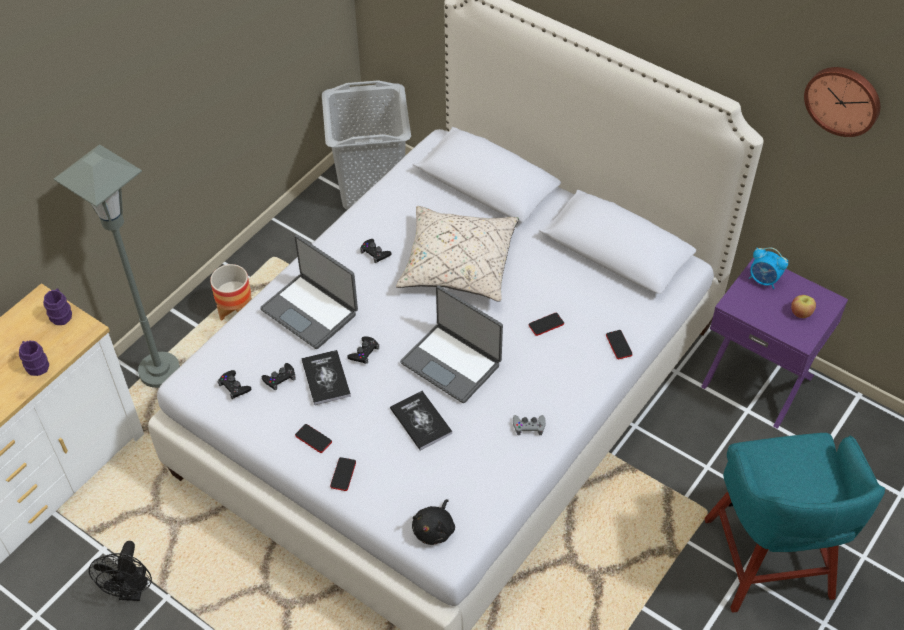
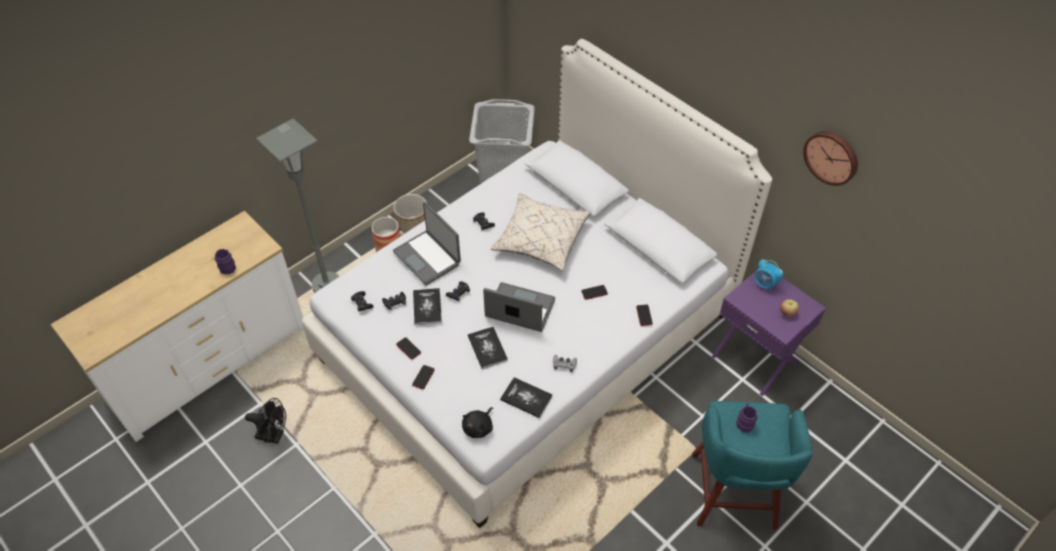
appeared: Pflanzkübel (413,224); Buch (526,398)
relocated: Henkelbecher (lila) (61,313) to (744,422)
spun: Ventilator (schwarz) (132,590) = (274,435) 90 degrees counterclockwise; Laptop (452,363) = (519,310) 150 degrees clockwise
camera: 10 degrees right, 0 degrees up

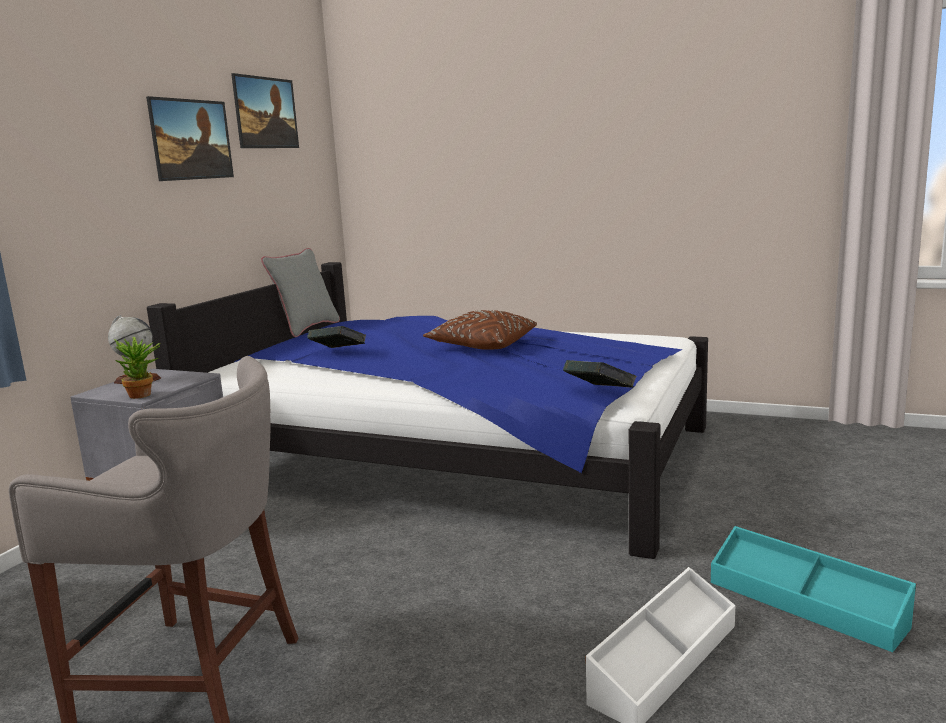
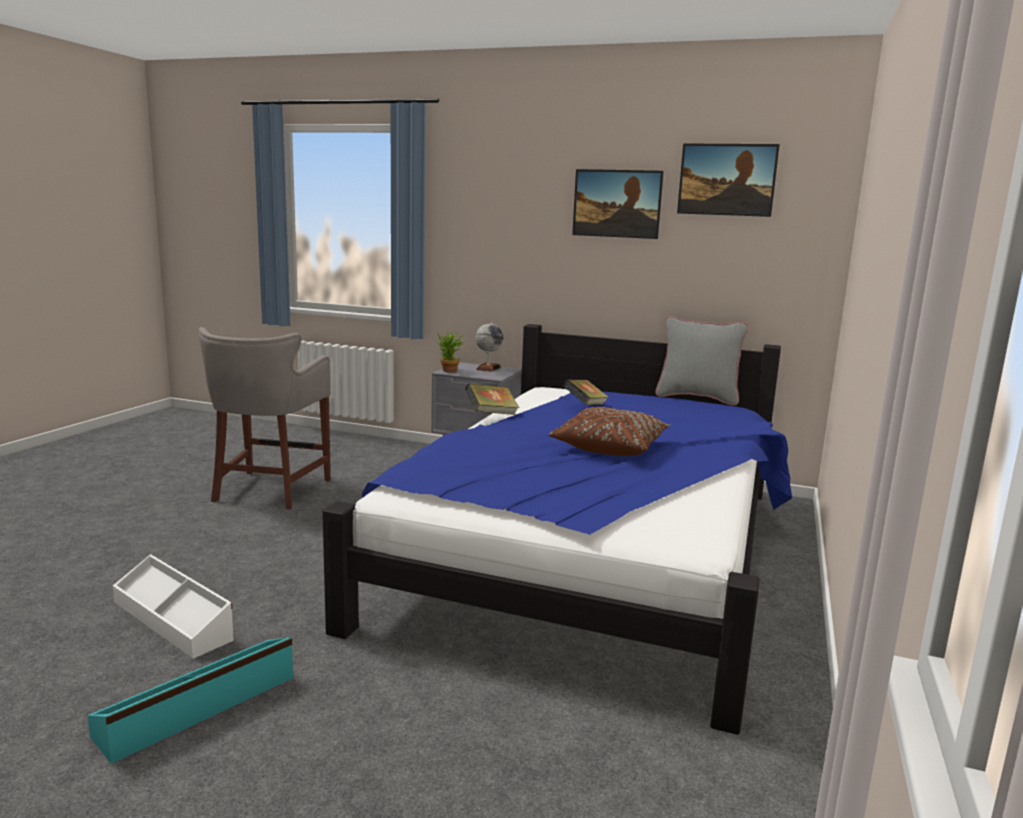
relocated: Buch (599,393) to (491,414)
camera: 85 degrees right, 0 degrees up

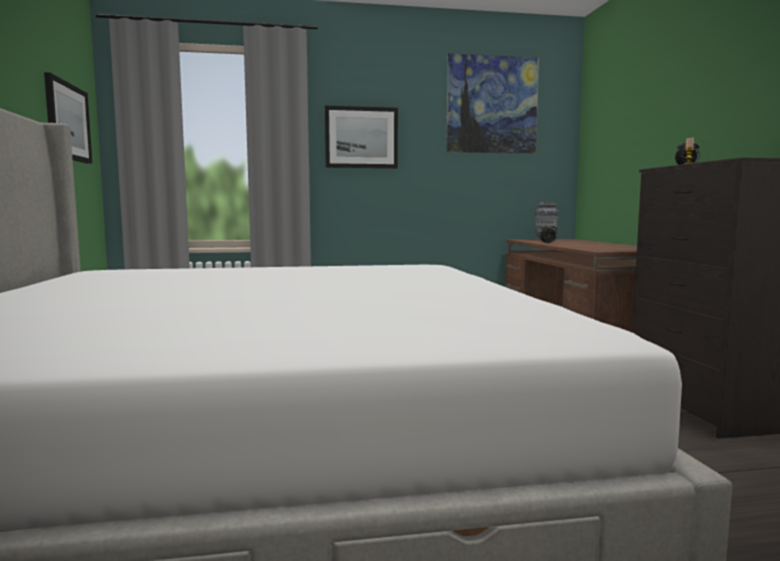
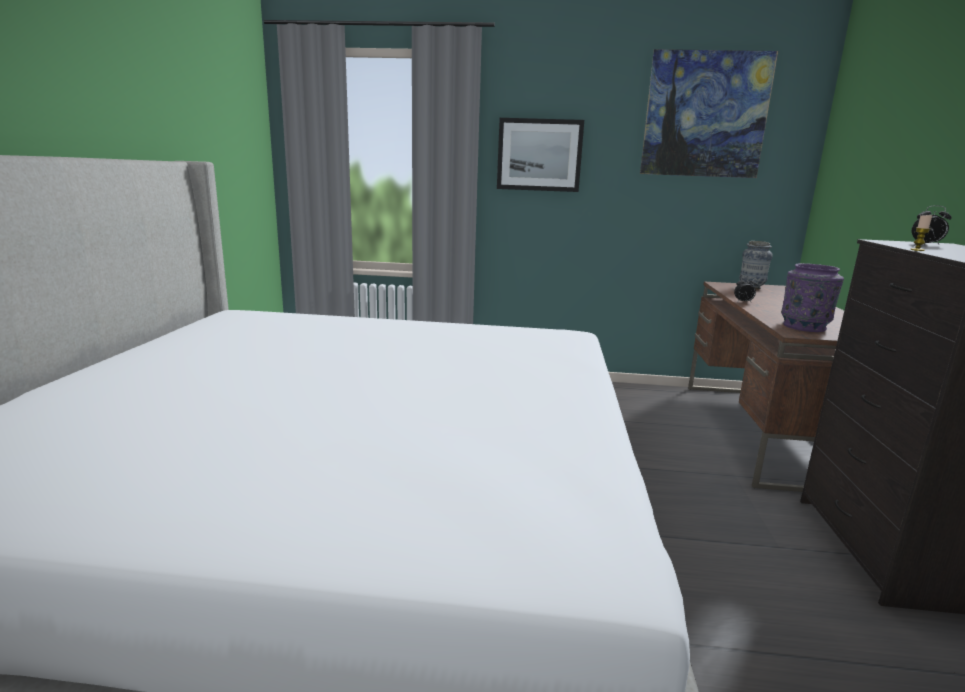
missing: Bild (67,121)
appeared: Vase (lila) (804,326)
camera: 15 degrees right, 10 degrees up

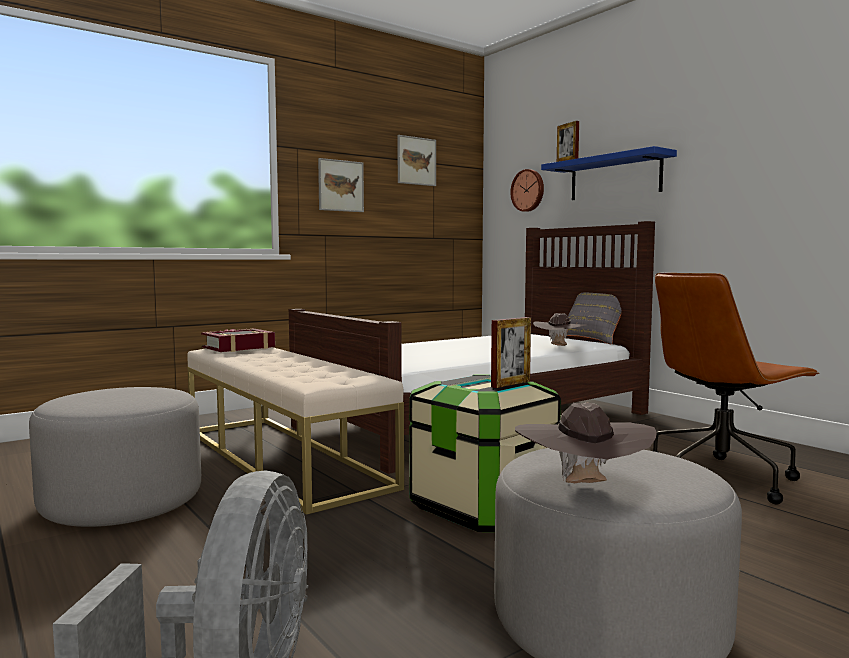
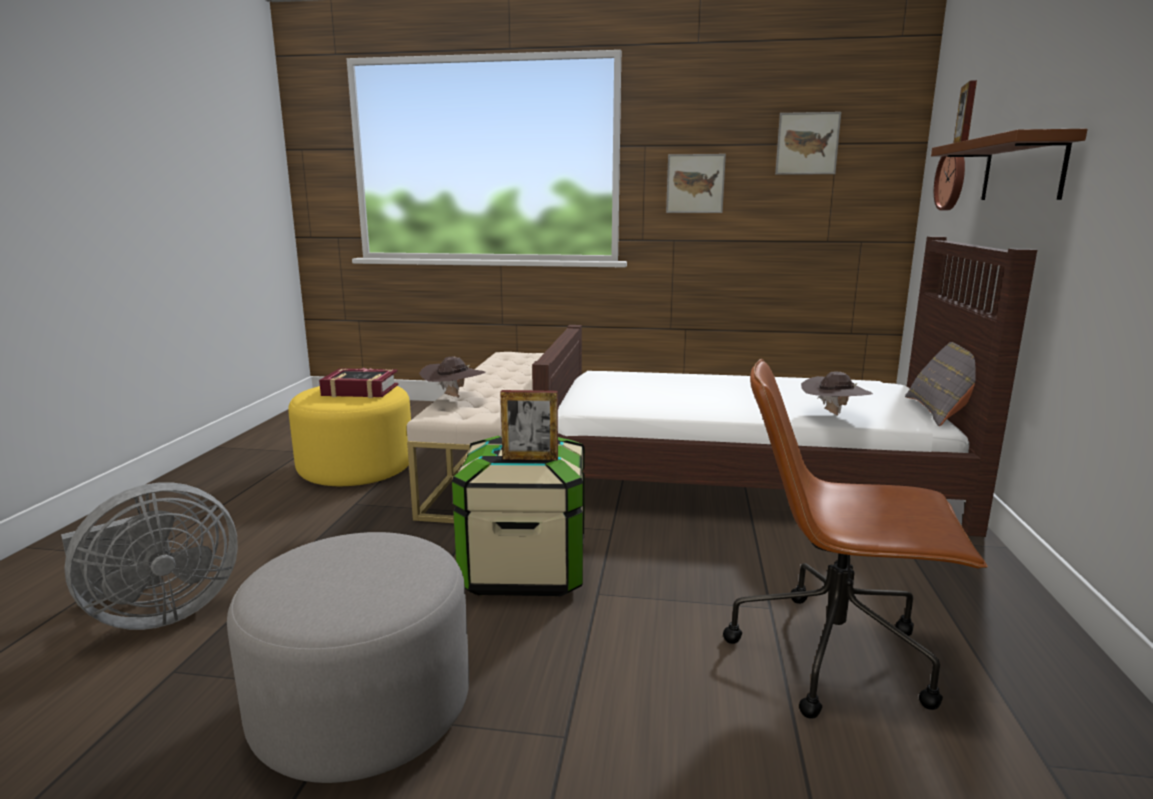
relocated: Buch (238,347) to (360,390); Hut (braun) (583,487) to (454,398)
colour: Polsterhocker (grau) (122,501) to Polsterhocker (gelb) (356,468); Wandregal (blau) (615,177) to Wandregal (braun) (1022,169)
camera: 45 degrees right, 10 degrees up

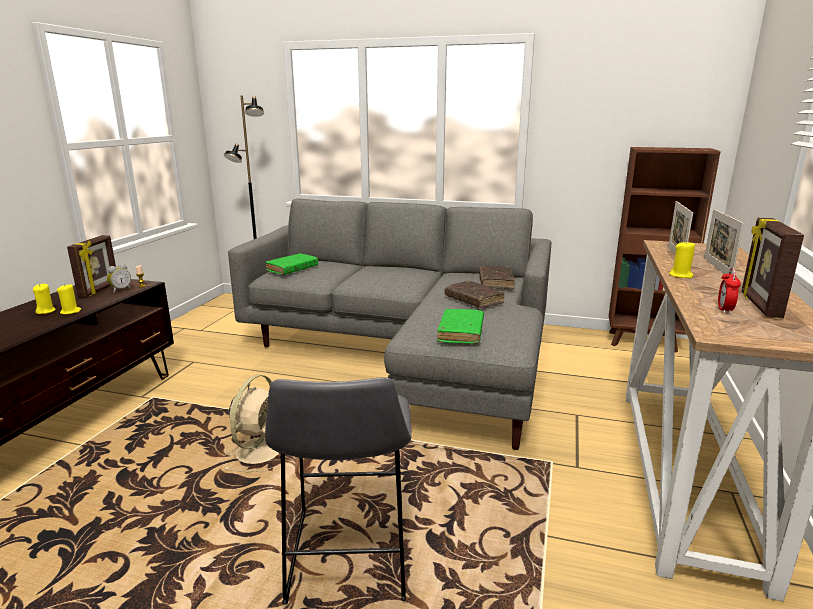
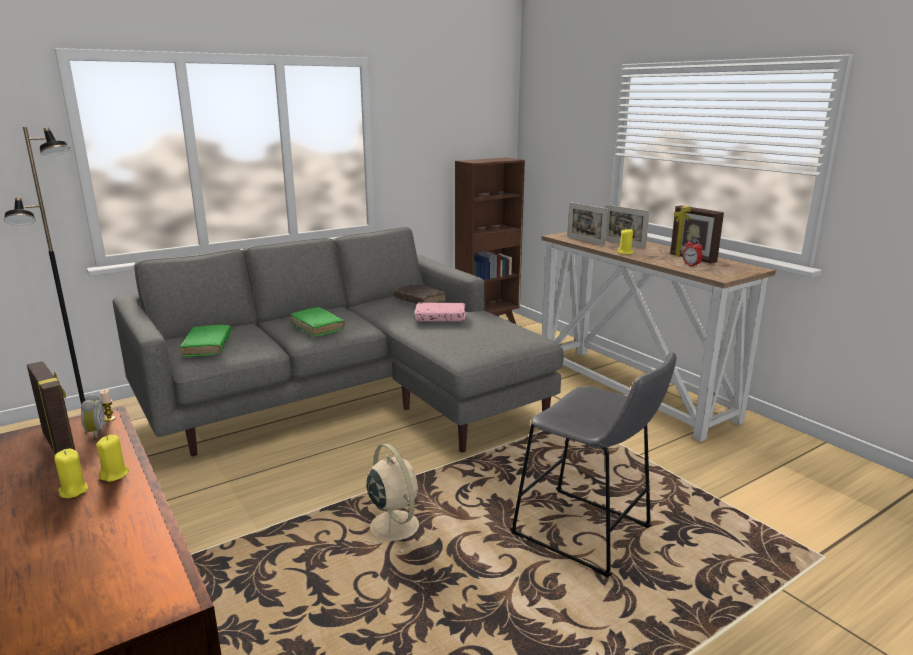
relocated: Buch (grün) (461,332) to (317,327)
colour: Buch (braun) (474,300) to Buch (rosa) (440,318)
camera: 50 degrees left, 0 degrees up

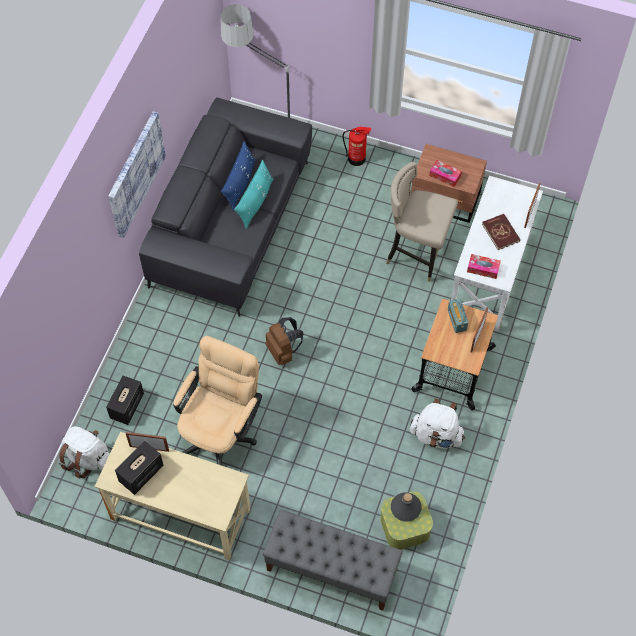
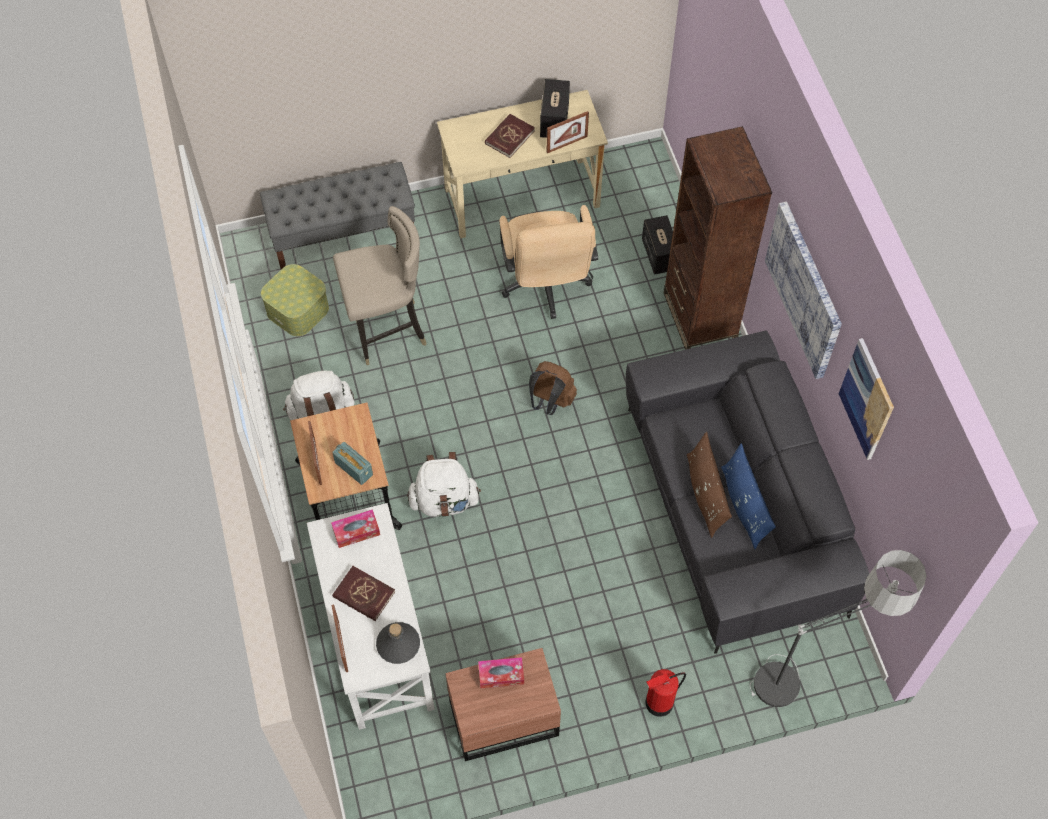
appeared: Buch (rot) (509,137); Bücherregal (braun) (699,317); Bild (867,399)
relocated: Rucksack (weiß) (88,459) to (444,501); Hocker (beige) (416,254) to (387,331); Flasche (grau) (406,507) to (398,644)
colour: Kissen (türkis) (255,202) to Kissen (braun) (705,494)
camera: 145 degrees right, 0 degrees up

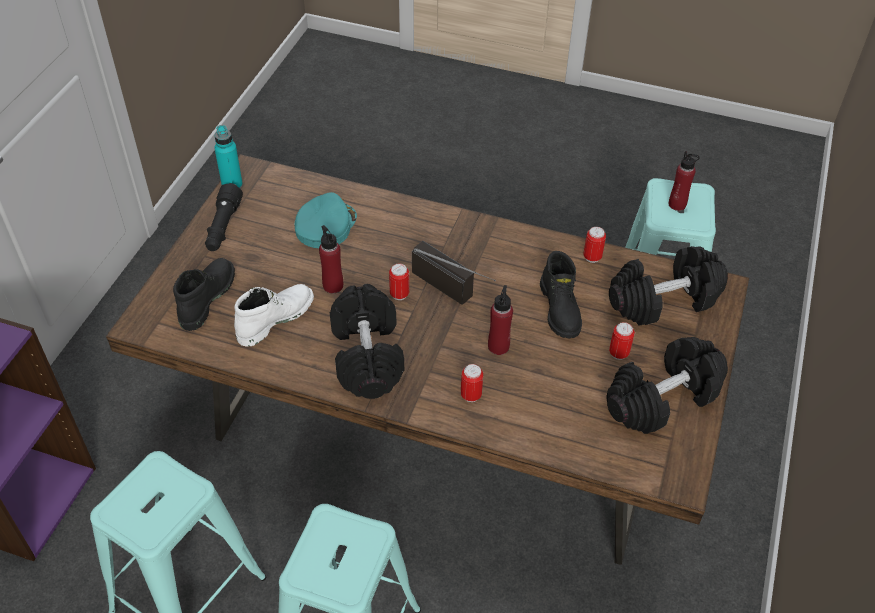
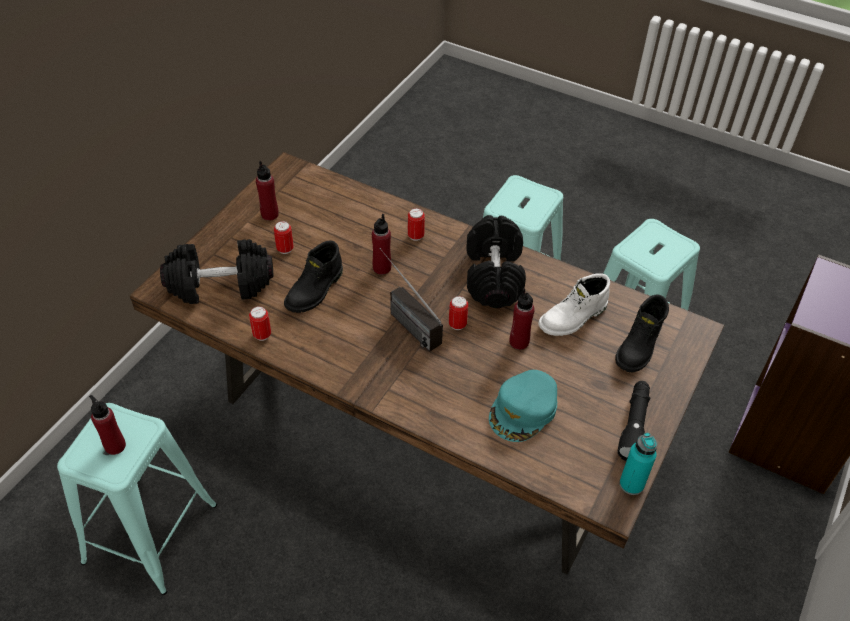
exchanged: Hantel (schwarz) (662,398) to Flasche (rot) (270,214)
spun: Stiefel (schwarz) (560,309) = (315,290) 150 degrees counterclockwise
camera: 170 degrees left, 0 degrees up

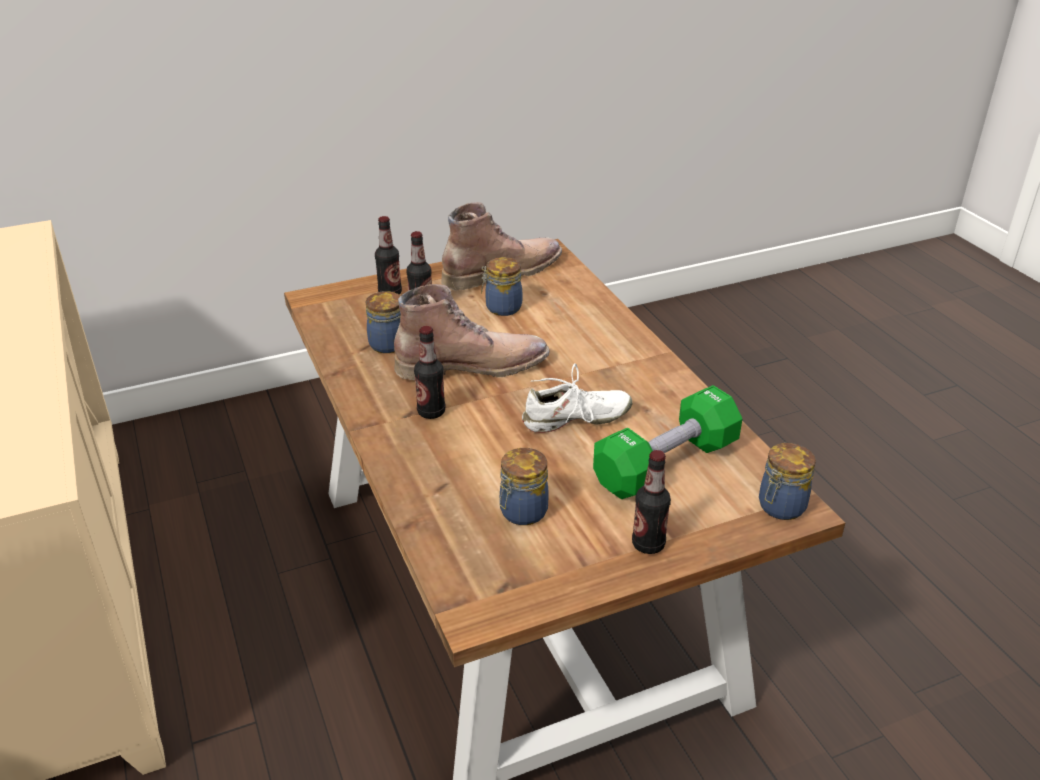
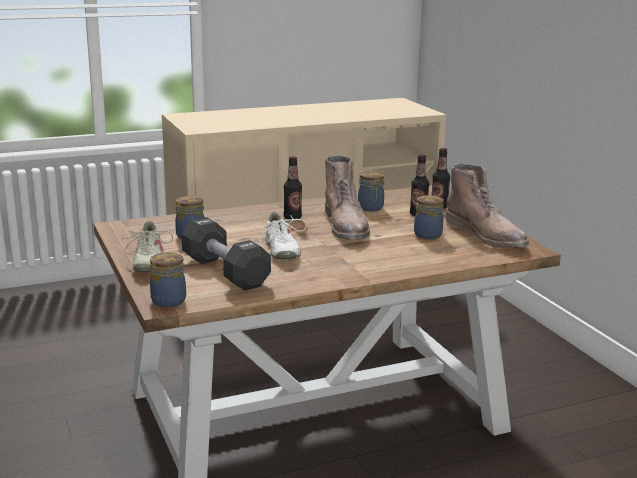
exchanged: Flasche (648,544) to Schuh (beige) (148,262)
colour: Hantel (grün) (666,464) to Hantel (schwarz) (225,272)
camera: 90 degrees right, 15 degrees down

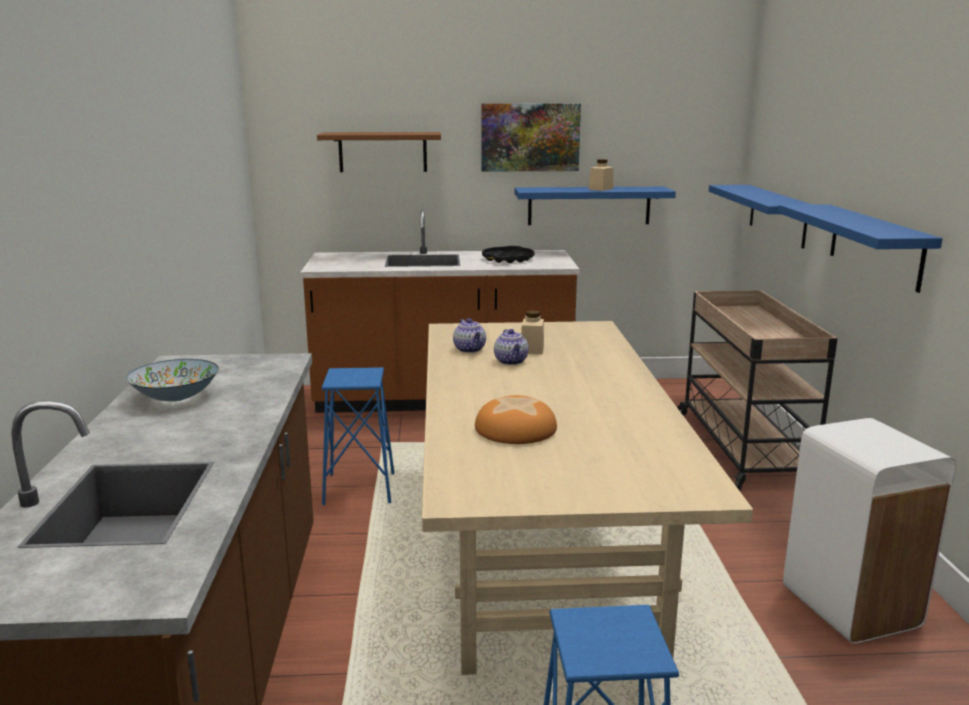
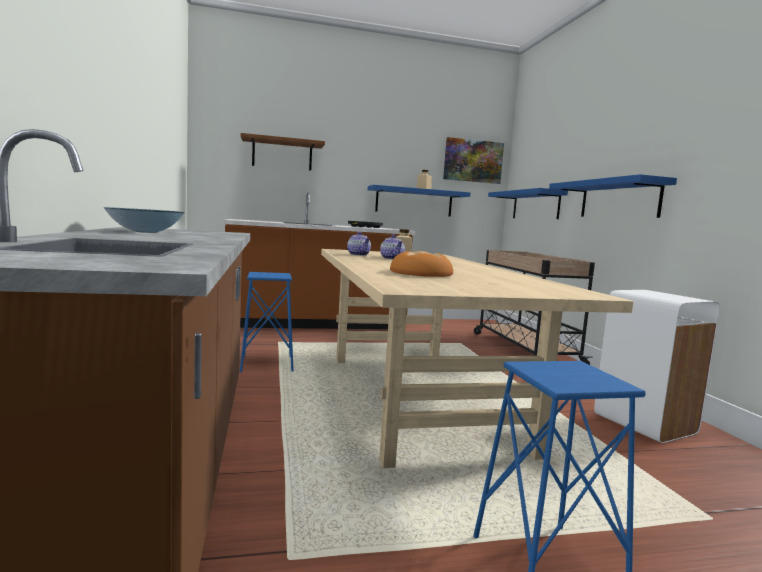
relocated: Bild (530,137) to (473,161)
camera: 10 degrees left, 10 degrees down

